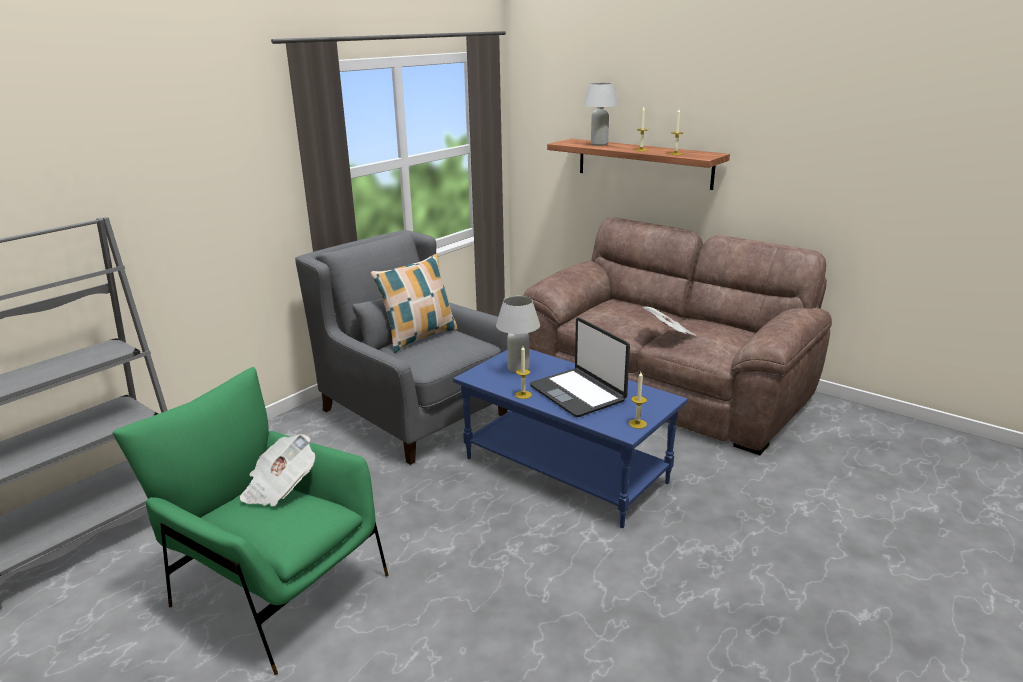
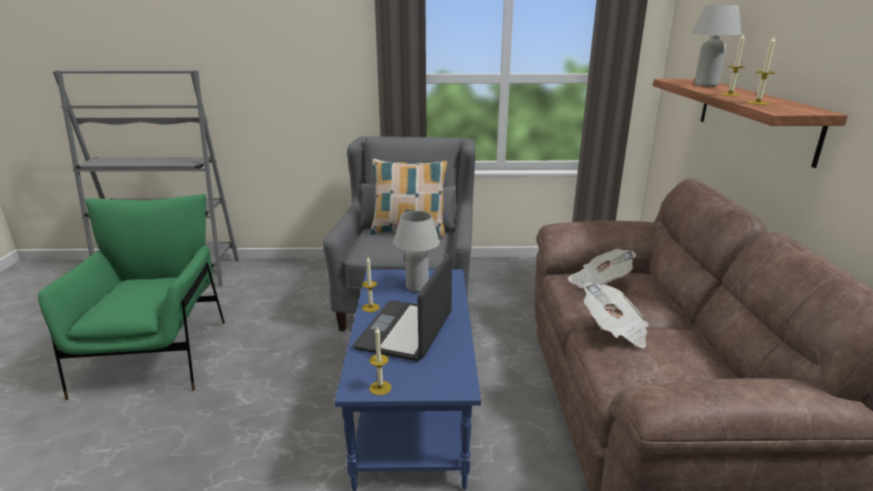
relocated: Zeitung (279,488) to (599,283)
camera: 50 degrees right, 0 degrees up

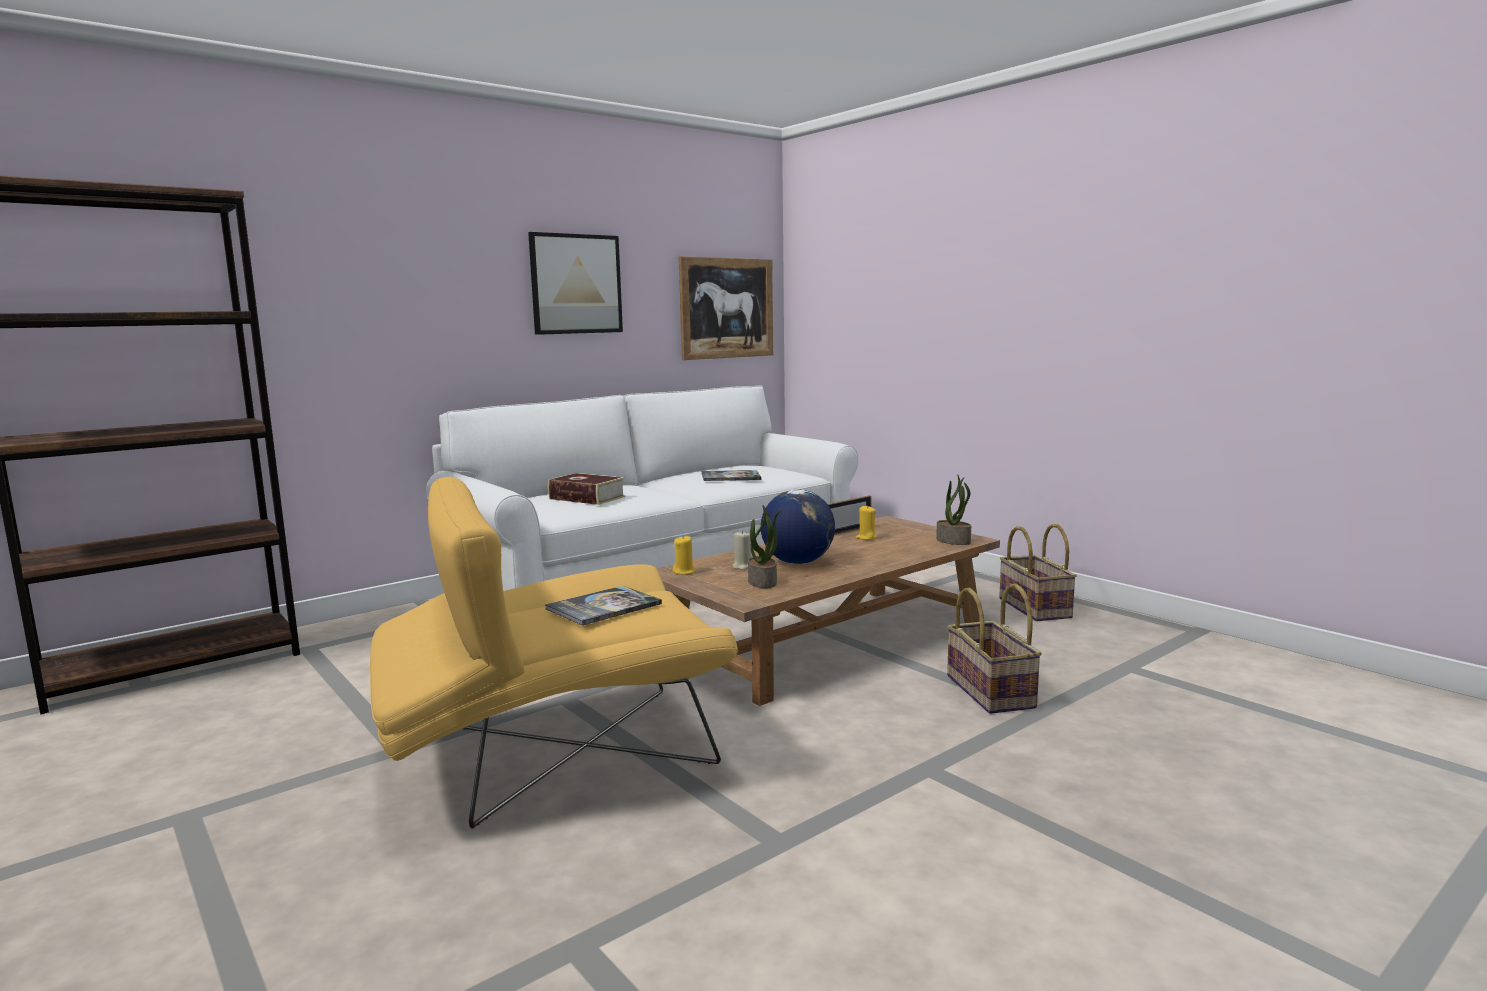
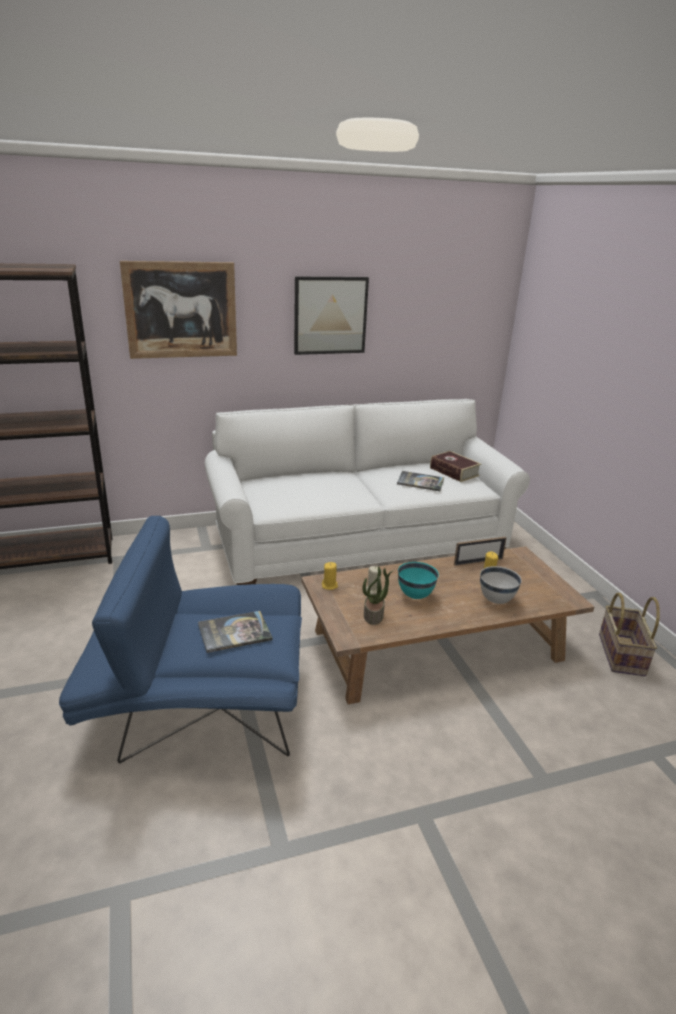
missing: Topfpflanze (954,541); Korb (992,692)
appeared: Schüssel (weiß) (496,600)
relocated: Buch (587,498) to (454,472); Bild (727,308) to (181,310)
exchanged: Globus (797,562) to Schüssel (türkis) (415,595)
colour: Sessel (gelb) (552,753) to Sessel (blau) (198,708)
camera: 20 degrees right, 15 degrees up

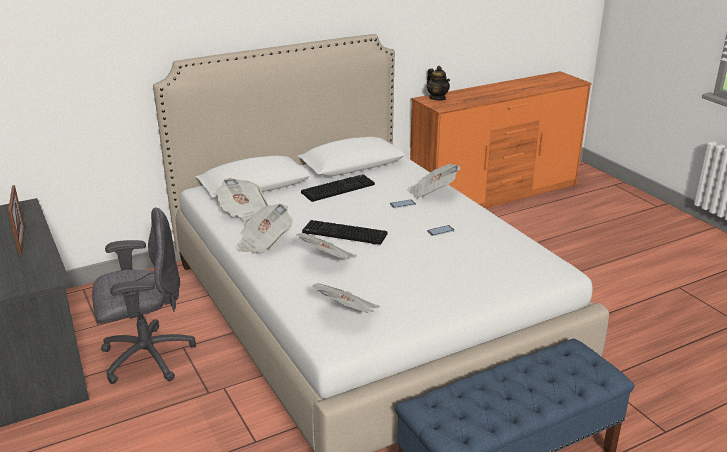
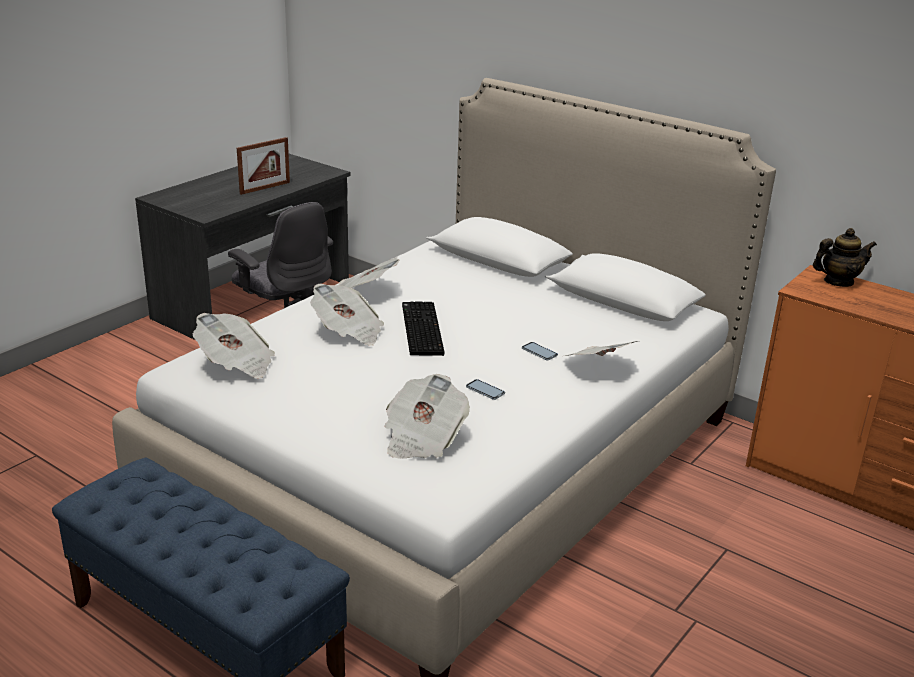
missing: Tastatur (338,188)
relocated: Zeitung (244,214) to (422,438)
spun: Teekanne (437,98) = (838,282) 135 degrees counterclockwise
camera: 65 degrees right, 0 degrees up

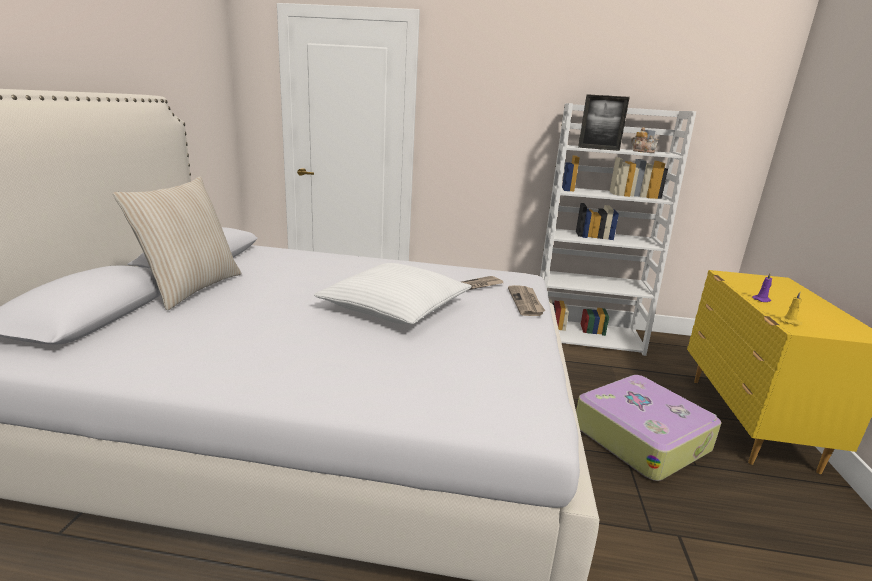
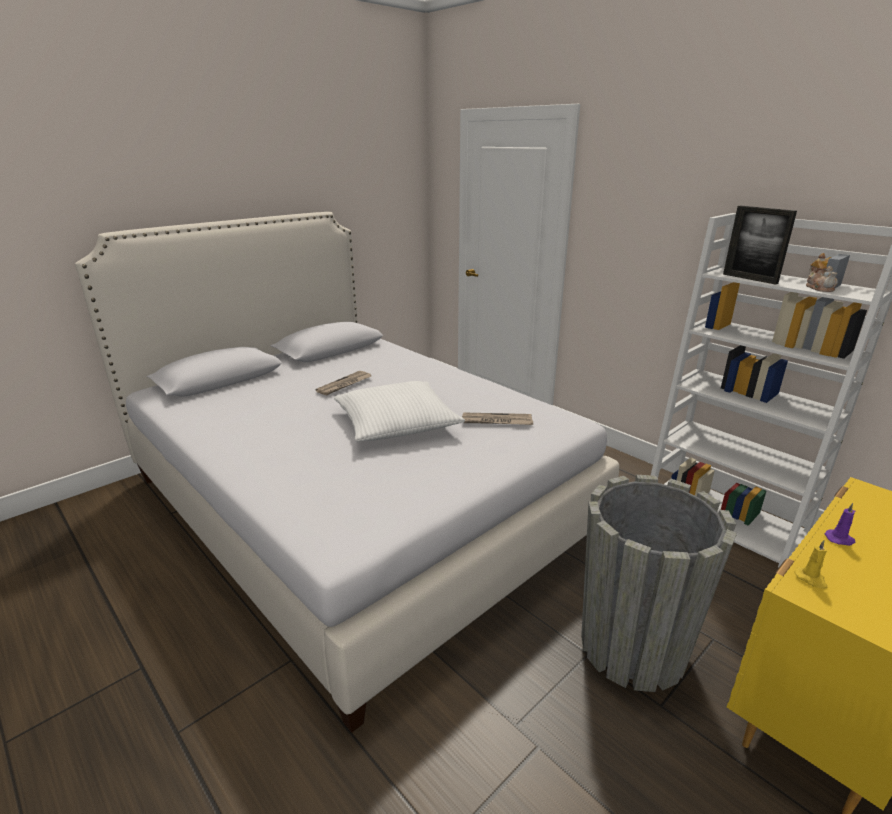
missing: Kissen (beige) (191,288)
relocated: Zeitung (526,302) to (344,385)
exchanged: Koffer (641,437) to Pflanzkübel (grau) (632,647)
camera: 40 degrees right, 5 degrees up

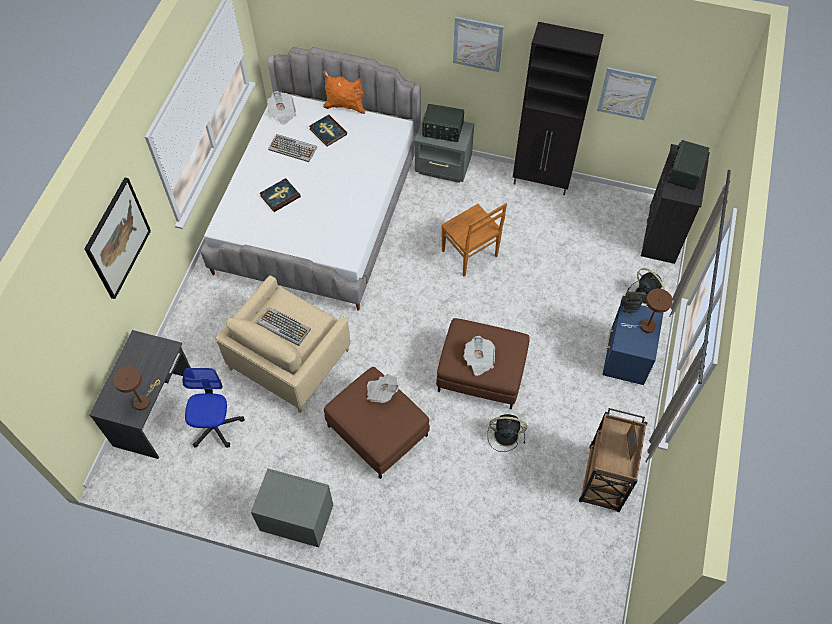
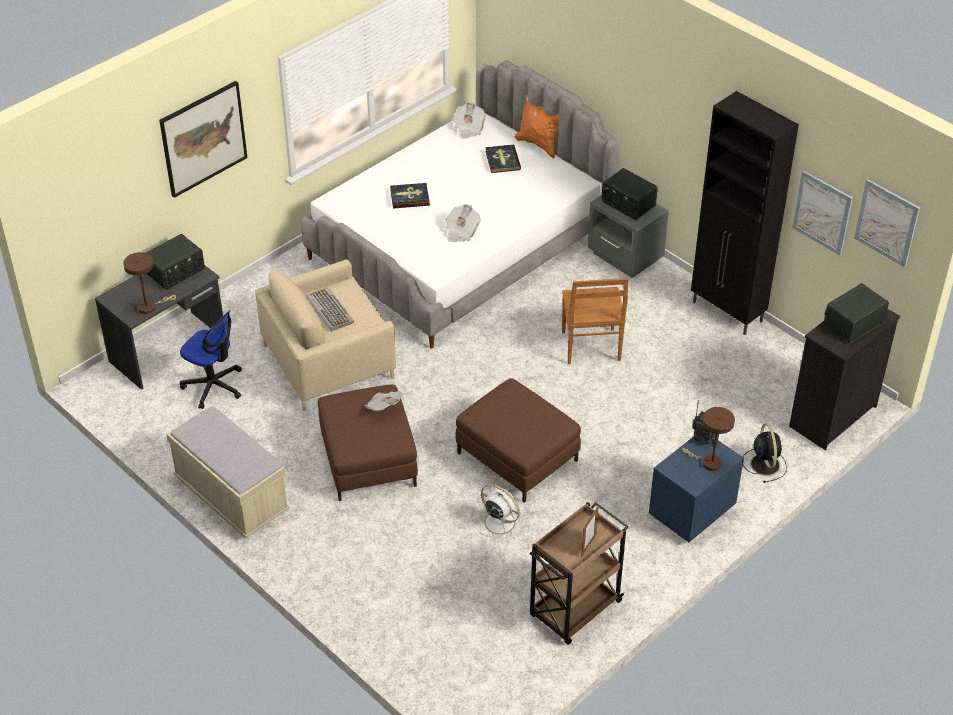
missing: Tastatur (293,148)
appeared: Radio (176,272)
relocated: Bild (477,44) to (887,222); Zeitung (479,360) to (461,232)
exchanged: Nachttisch (grau) (297,518) to Bank (beige) (231,496)
colour: Ventilator (schwarz) (504,435) to Ventilator (weiß) (498,522)
spun: Bürostuhl (215,426) = (213,386) 90 degrees clockwise
camera: 30 degrees right, 15 degrees down

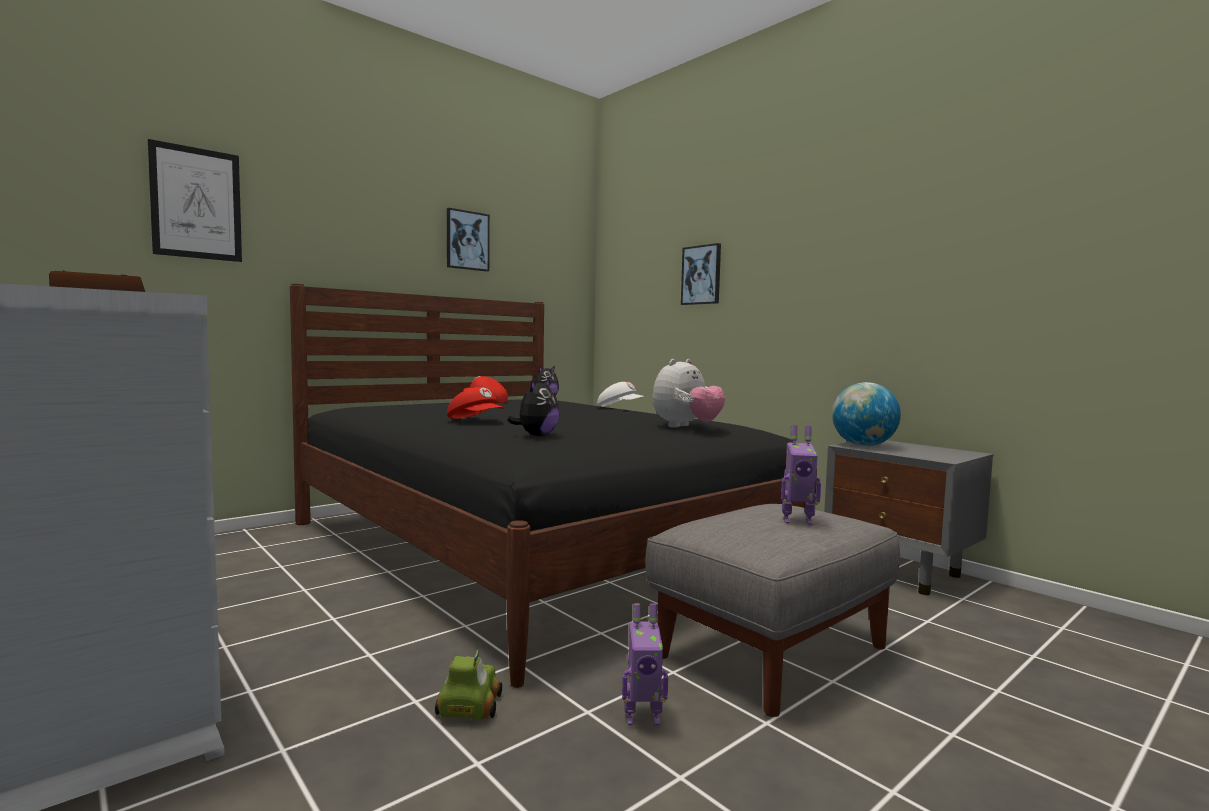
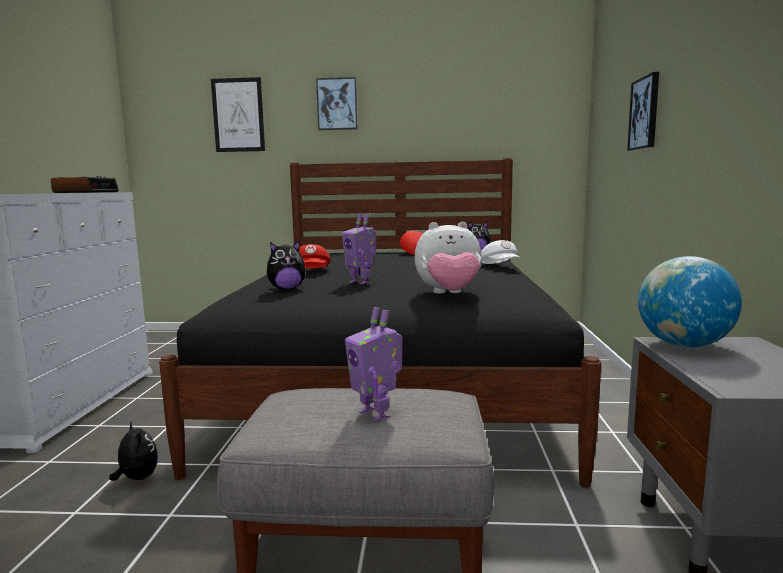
relocated: Bild (467,240) to (337,104); Spielzeugroboter (642,717) to (361,282)
exchanged: Spielzeugauto (468,706) to Plüschtier (137,478)
camera: 45 degrees right, 5 degrees up

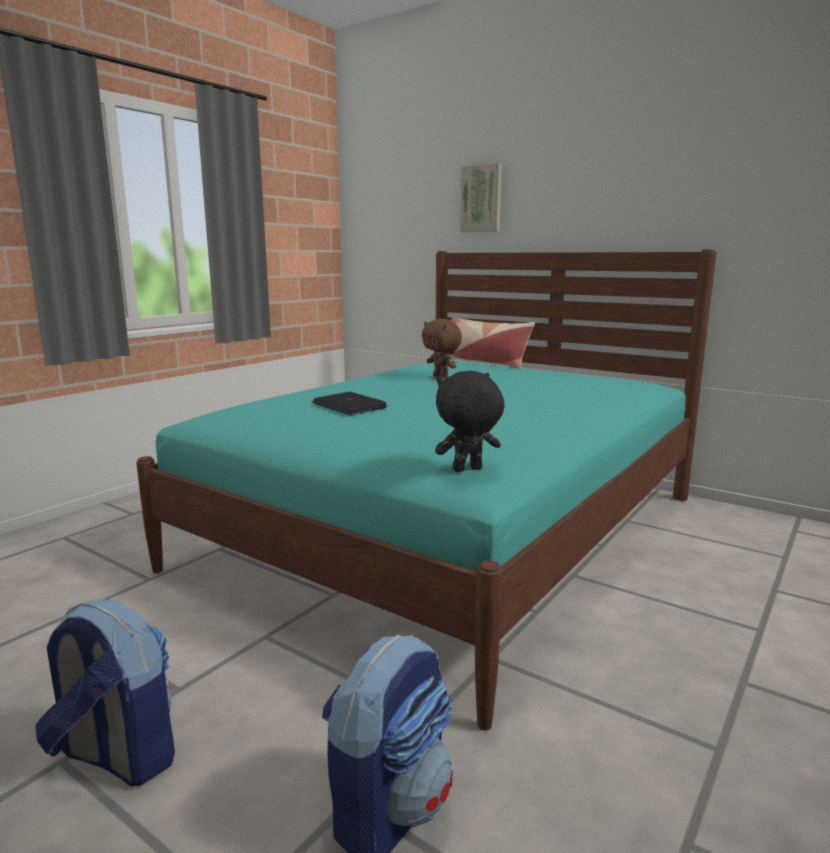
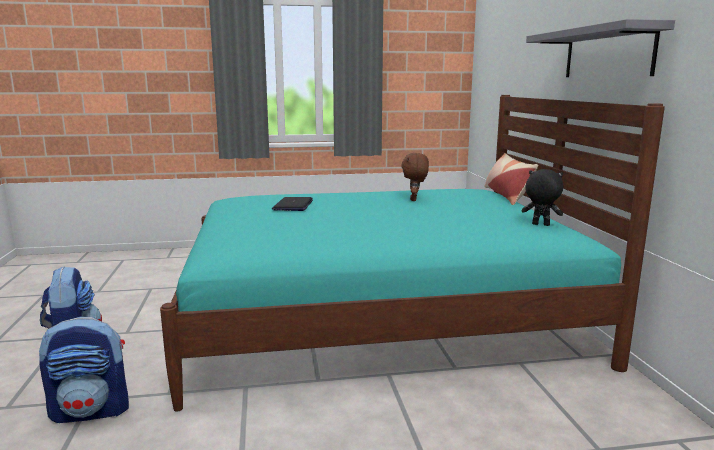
missing: Bild (482,199)
appeared: Wandregal (grau) (607,53)
relocated: Plüschtier (schwarz) (467,470) to (540,225)
camera: 45 degrees right, 0 degrees up

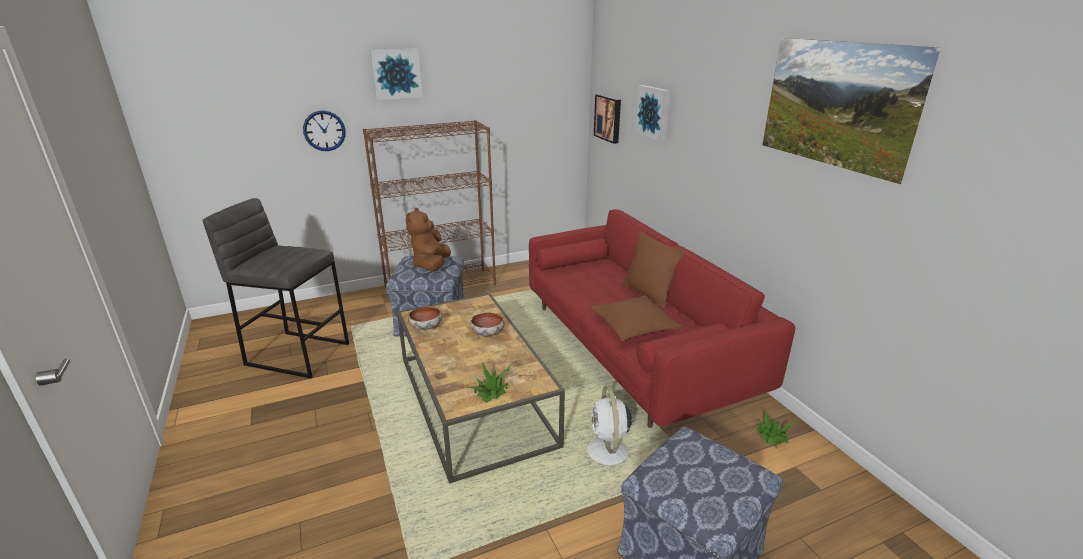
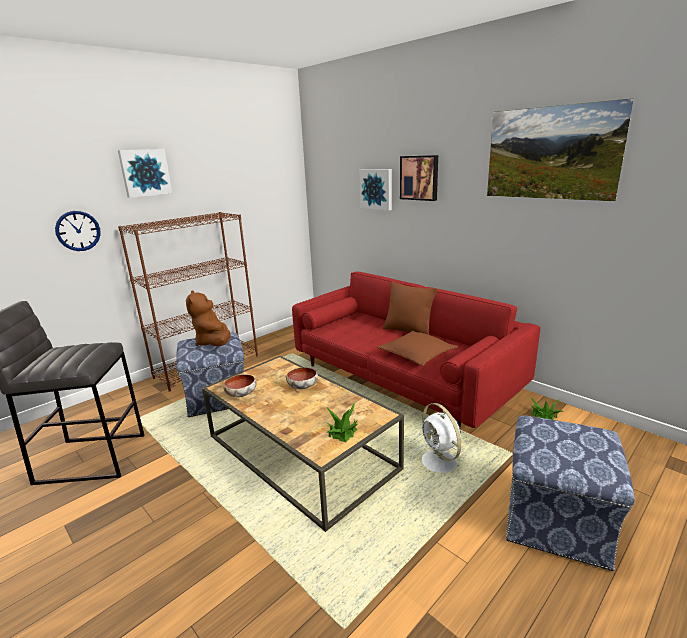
relocated: Bild (608,118) to (419,178)
camera: 20 degrees left, 5 degrees down

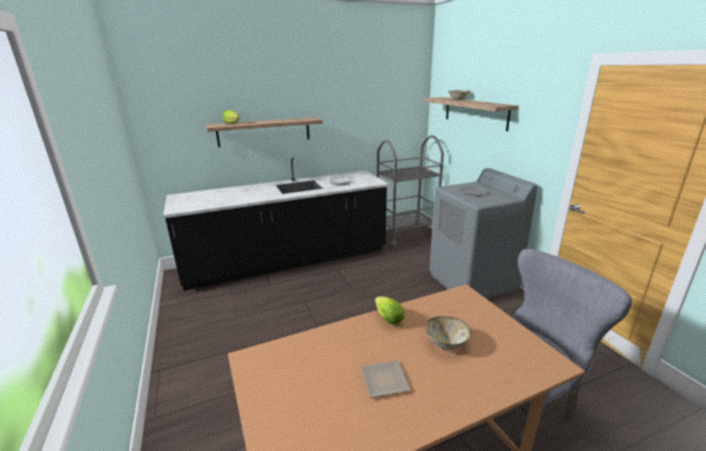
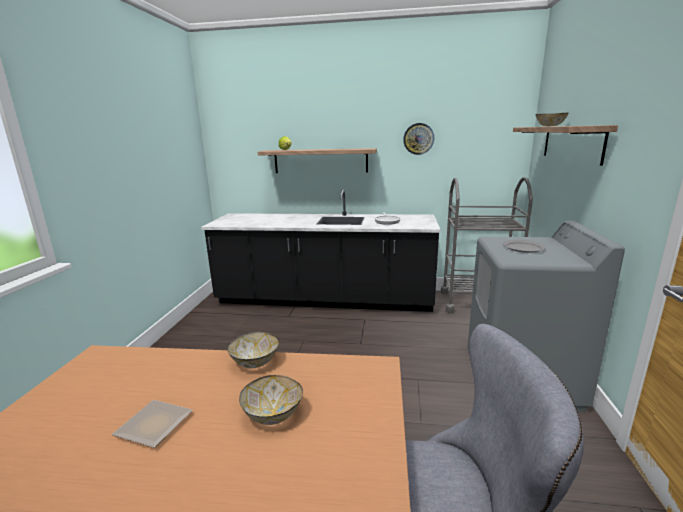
appeared: Wanduhr (418,139)
exchanged: Salatkopf (387,318) to Schüssel (254,362)
camera: 30 degrees right, 5 degrees down

